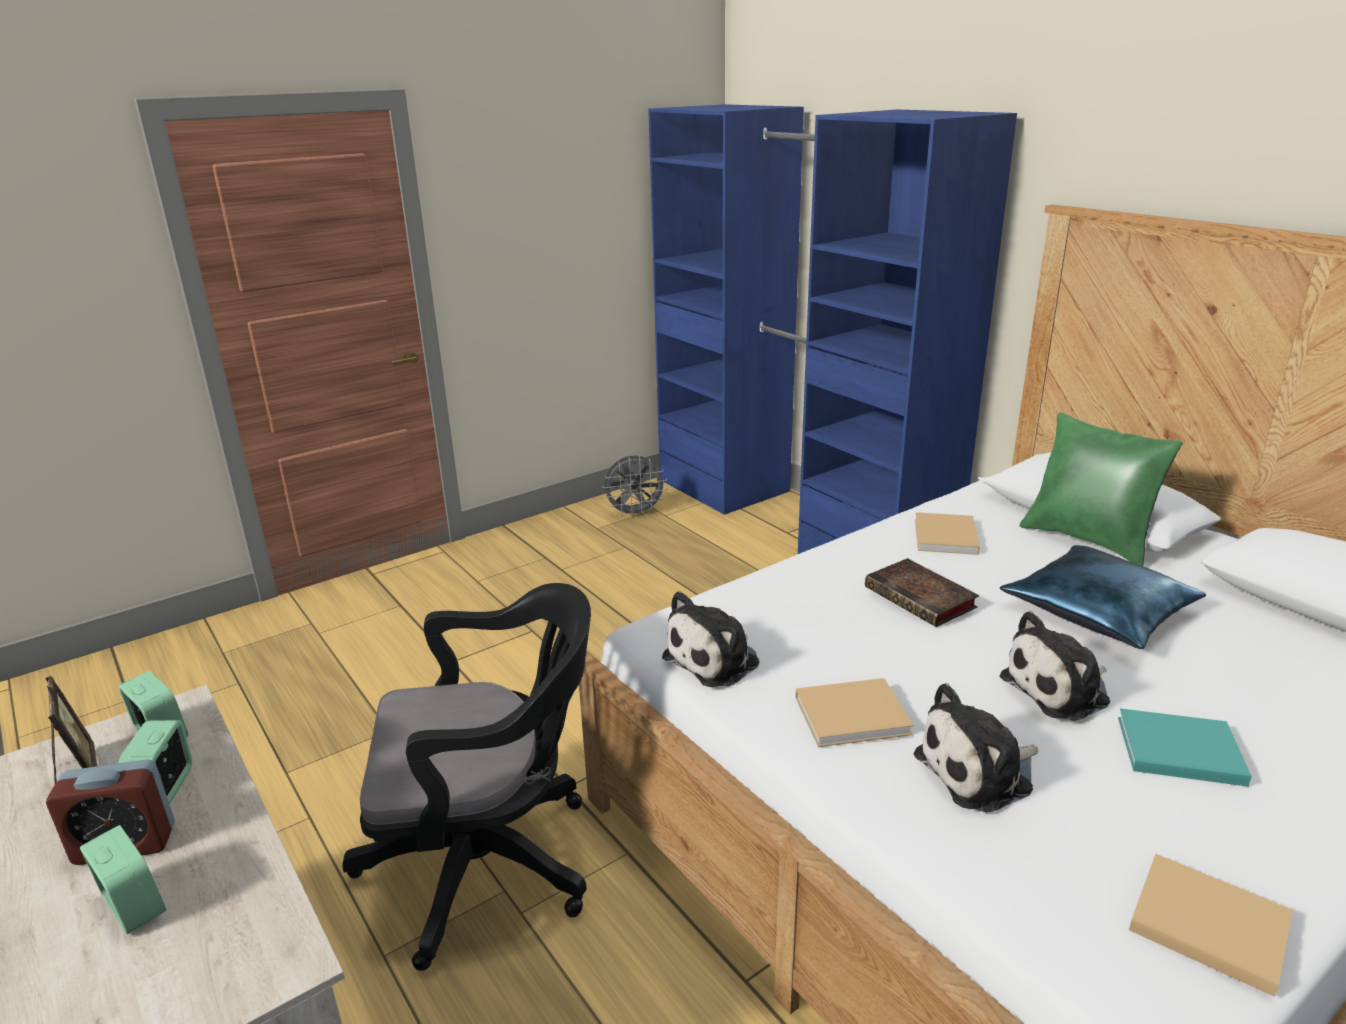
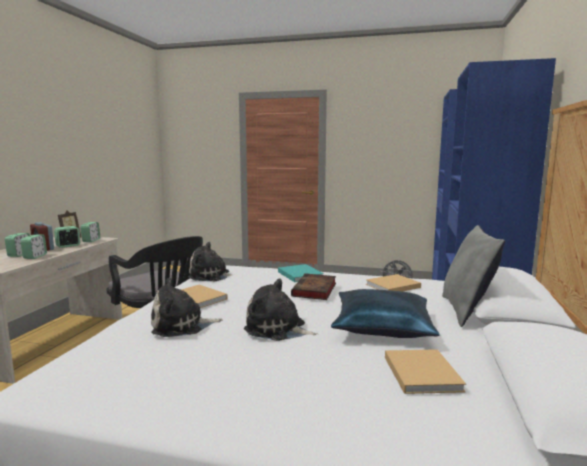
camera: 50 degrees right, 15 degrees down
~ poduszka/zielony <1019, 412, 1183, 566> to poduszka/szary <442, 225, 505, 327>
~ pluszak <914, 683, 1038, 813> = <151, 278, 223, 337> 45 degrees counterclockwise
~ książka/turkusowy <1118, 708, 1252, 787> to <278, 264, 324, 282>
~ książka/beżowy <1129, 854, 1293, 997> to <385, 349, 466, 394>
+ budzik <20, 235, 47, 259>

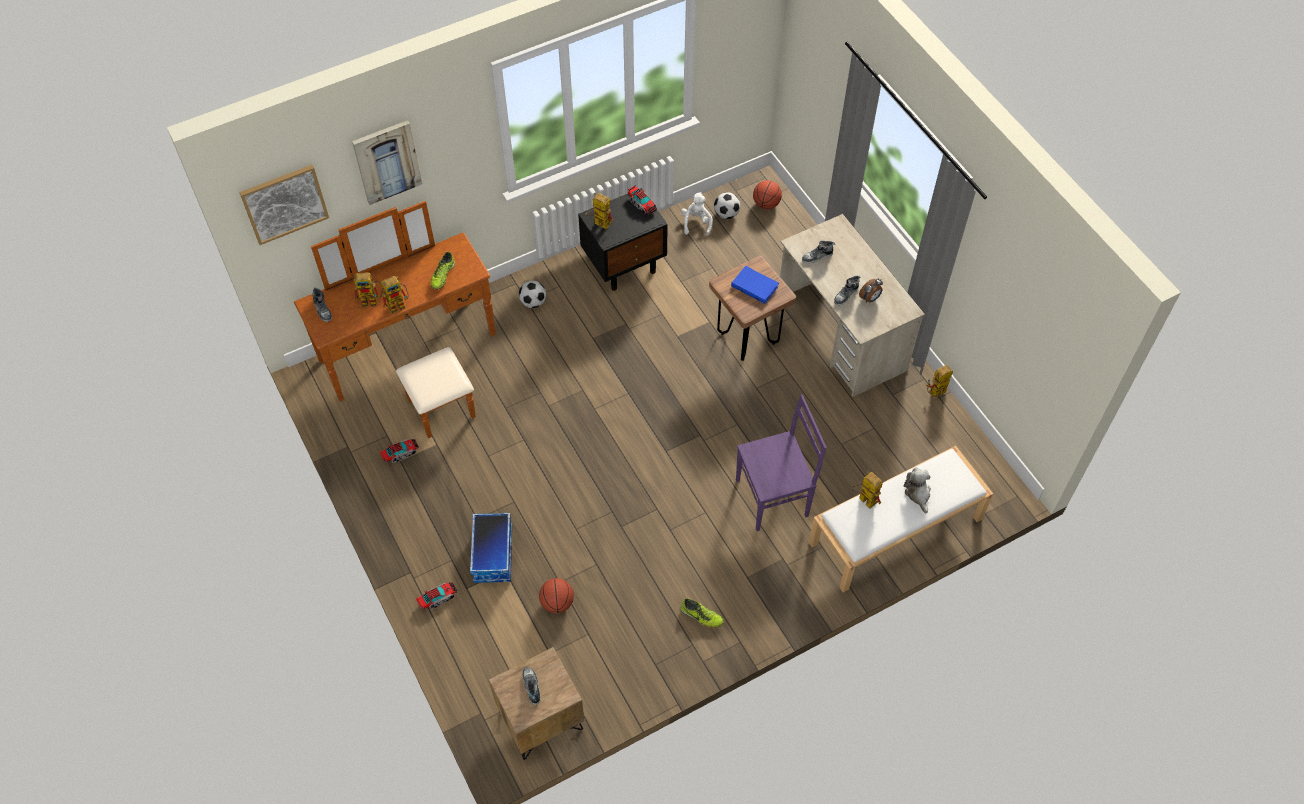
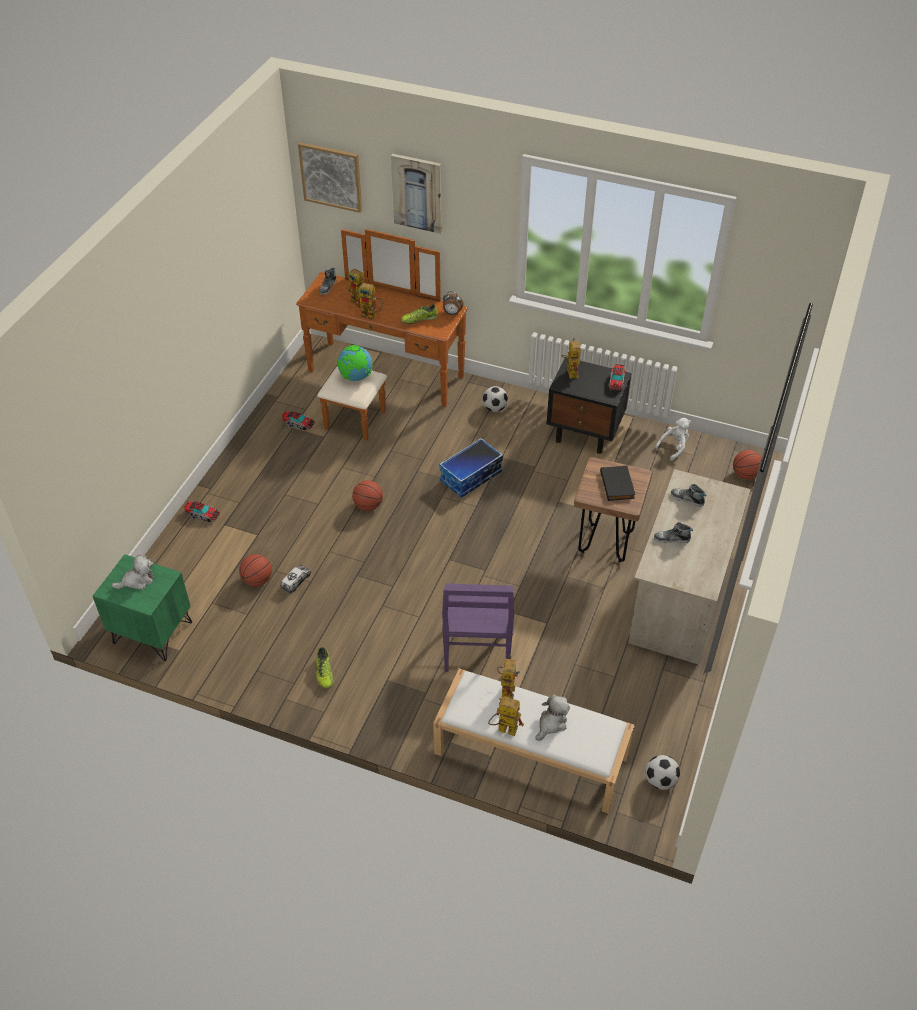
camera: 50 degrees right, 10 degrees down
~ piłka futbolowa <714, 192, 740, 219> to <646, 755, 680, 790>
~ książka/niebieski <731, 266, 779, 304> to książka/czarny <600, 466, 635, 501>
~ budzik <859, 279, 883, 302> to <443, 292, 464, 315>
~ robot zabawkowy <926, 365, 953, 398> to <488, 696, 524, 736>
~ krzesło/fioletowy <736, 395, 827, 531> = <442, 583, 514, 672> 60 degrees clockwise
~ pojemnik do przechowywania <470, 513, 512, 583> to <439, 438, 503, 498>
~ szafka nocna/brązowy <489, 647, 584, 760> to szafka nocna/zielony <93, 554, 192, 661>
~ but <523, 667, 540, 705> to pluszak <111, 554, 154, 590>
+ globus <337, 345, 373, 381>
+ piłka do koszykówki <352, 480, 383, 511>
+ ciężarówka zabawkowa <280, 565, 311, 594>

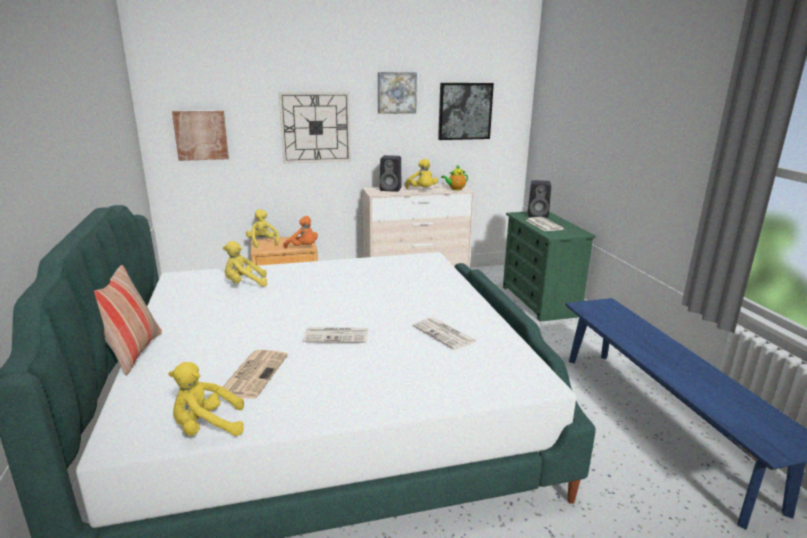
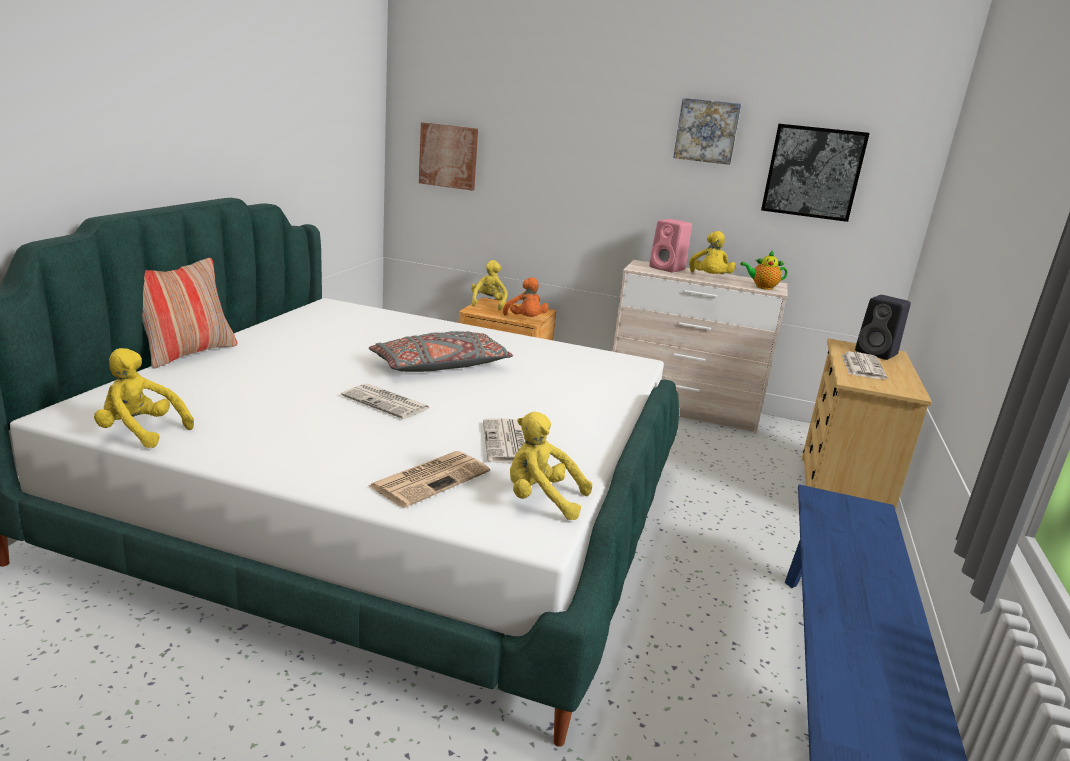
camera: 30 degrees right, 0 degrees up
- zegar ścienny <279, 92, 351, 163>
~ głośnik/czarny <380, 155, 402, 192> to głośnik/różowy <649, 219, 692, 273>
~ komoda/zielony <503, 211, 596, 322> to komoda/beżowy <802, 339, 932, 511>
~ pluszak/żółty <222, 241, 267, 287> to <510, 412, 592, 520>
~ gazeta <223, 350, 288, 398> to <368, 451, 490, 508>
+ poduszka/szary <369, 331, 513, 372>

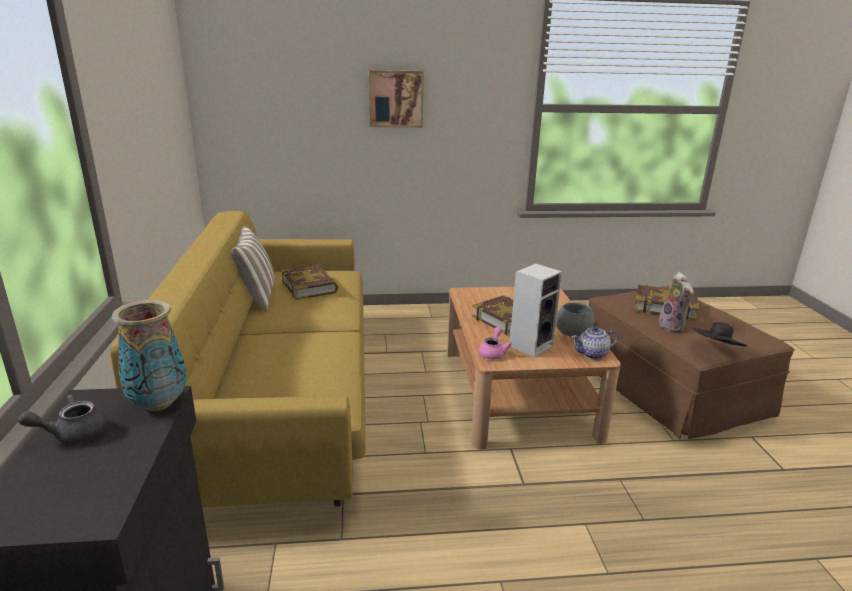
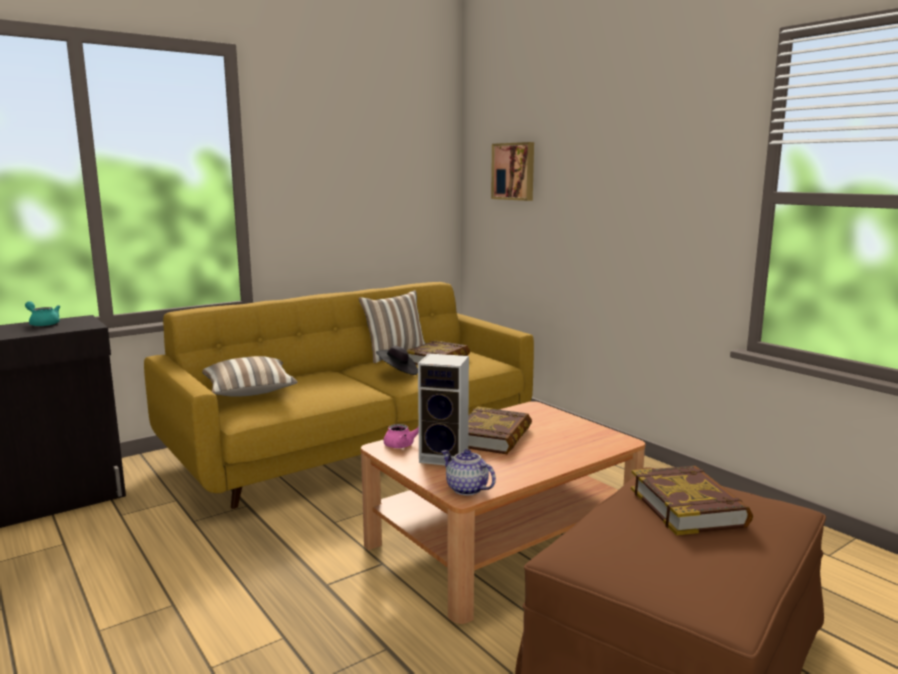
camera: 60 degrees right, 10 degrees down
~ obraz <369, 70, 424, 128> to <491, 142, 534, 201>
- pluszak <659, 272, 694, 332>
- wazon <112, 300, 187, 411>
- miska/szary <556, 302, 595, 337>
~ kapelusz/czarny <692, 322, 747, 347> to <376, 346, 418, 375>
~ imbryk/szary <18, 395, 107, 444> to imbryk/turkusowy <25, 301, 60, 327>
+ poduszka <202, 356, 298, 397>

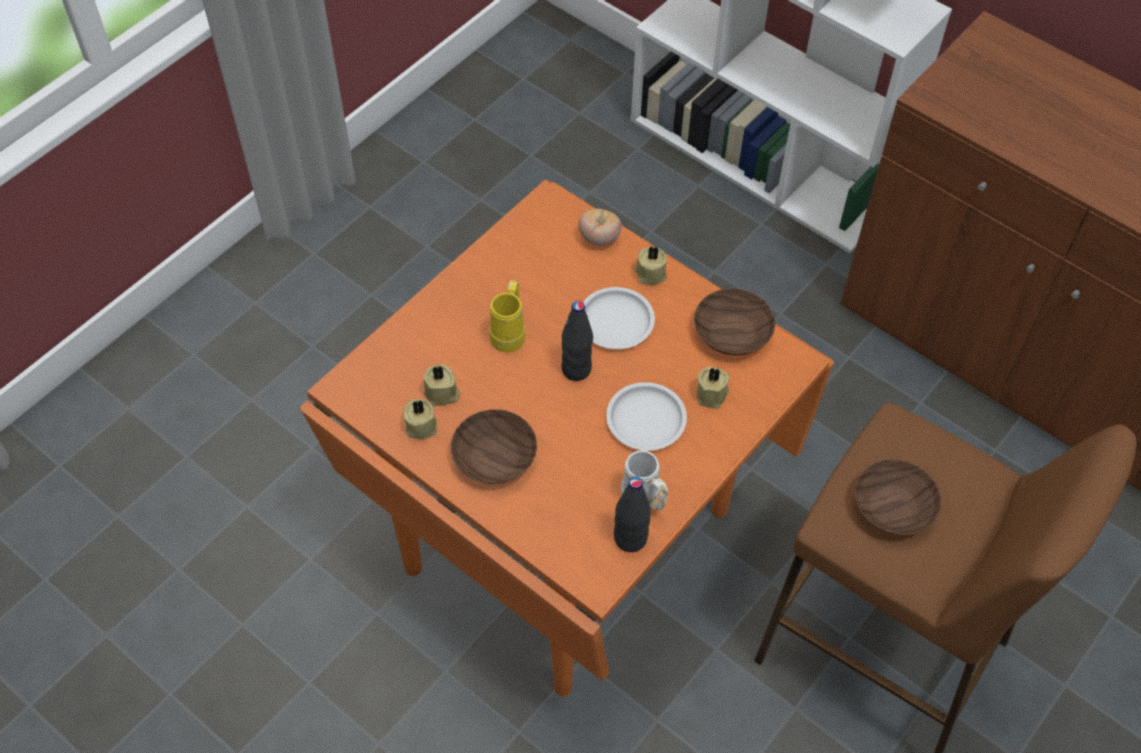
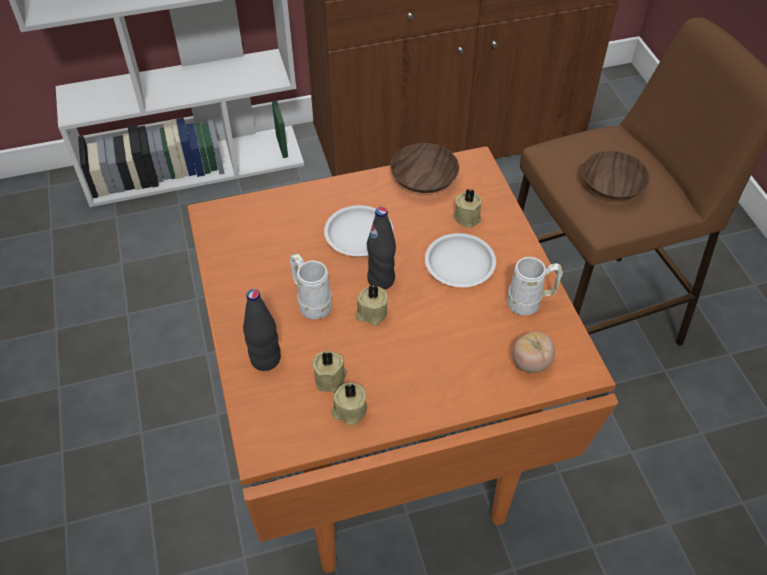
camera: 55 degrees left, 5 degrees down
~ pomidor <578, 209, 622, 246> to <512, 332, 555, 373>
~ świeca/beżowy <634, 246, 667, 285> to <355, 285, 388, 325>
~ kubek/żółty <489, 280, 525, 352> to kubek/biały <290, 254, 332, 319>
- miska/brązowy <451, 409, 537, 484>
~ butelka/czarny <614, 476, 651, 552> to <243, 289, 281, 371>

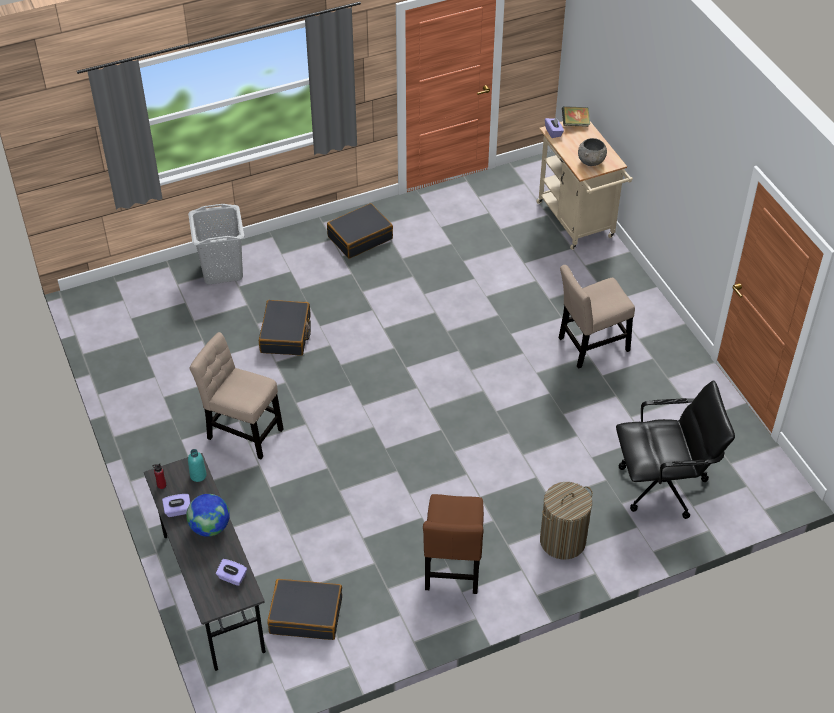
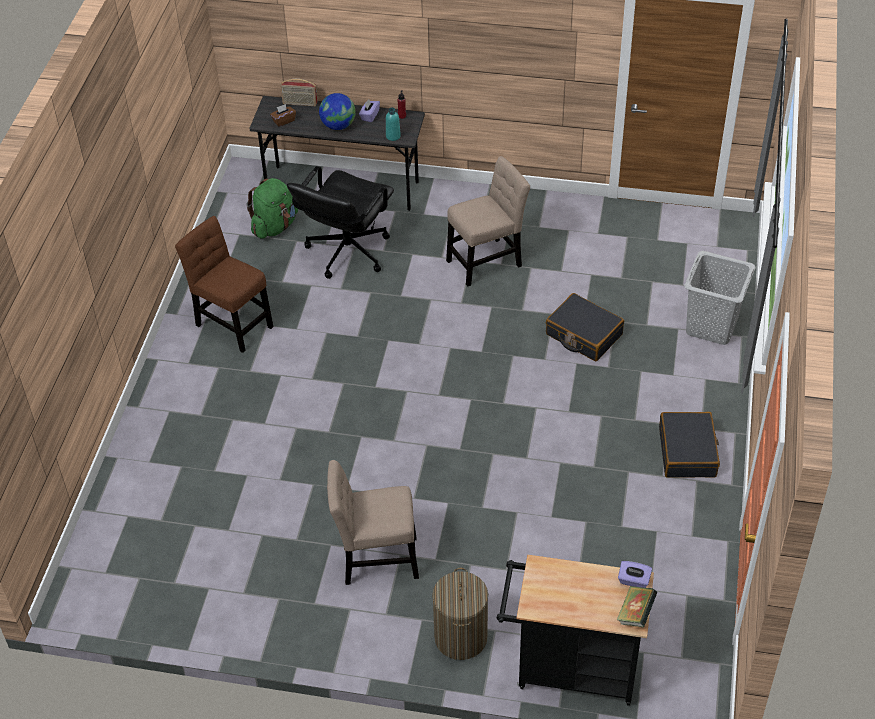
camera: 125 degrees right, 0 degrees up
~ wózek/beżowy <536, 121, 633, 250> to wózek/czarny <497, 555, 654, 706>
- miska/szary <578, 138, 607, 166>
~ krzesło/beżowy <559, 265, 635, 369> = <327, 460, 419, 585> 105 degrees counterclockwise
~ krzesło biurowe/czarny <616, 380, 735, 519> to <287, 166, 394, 279>
~ kosz na pranie <540, 482, 593, 560> to <432, 568, 488, 660>
~ pudełko chusteczek/fioletowy <216, 559, 247, 586> to pudełko chusteczek/brązowy <270, 104, 296, 127>
~ walizka/czarny <267, 579, 342, 640> to plecak/zielony <247, 178, 298, 239>
+ radio <281, 79, 318, 106>

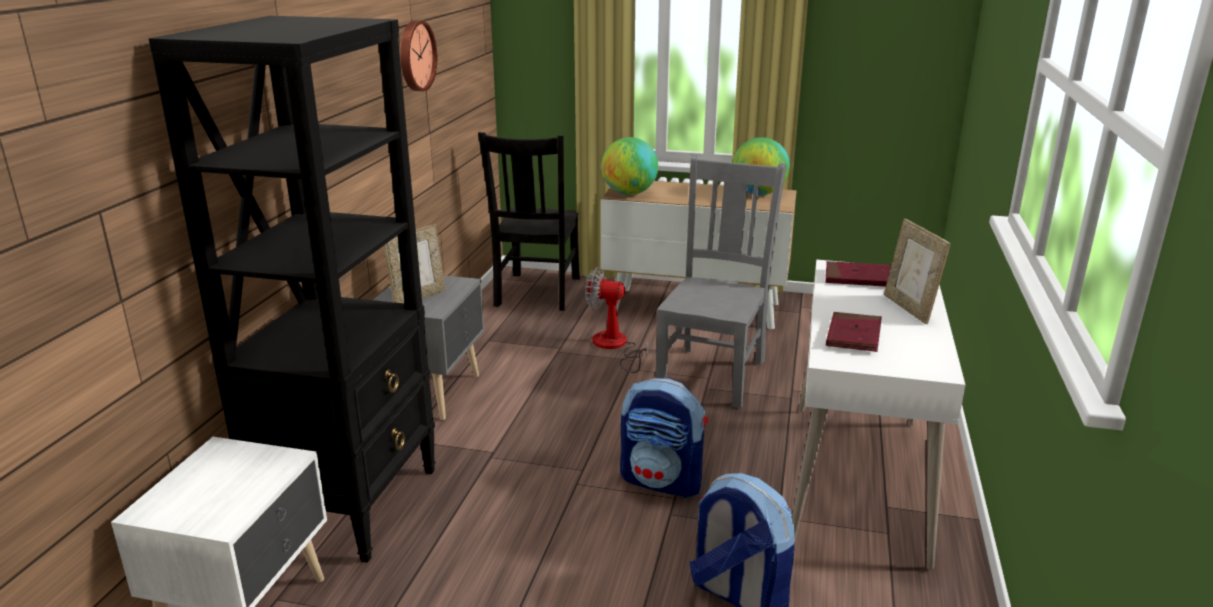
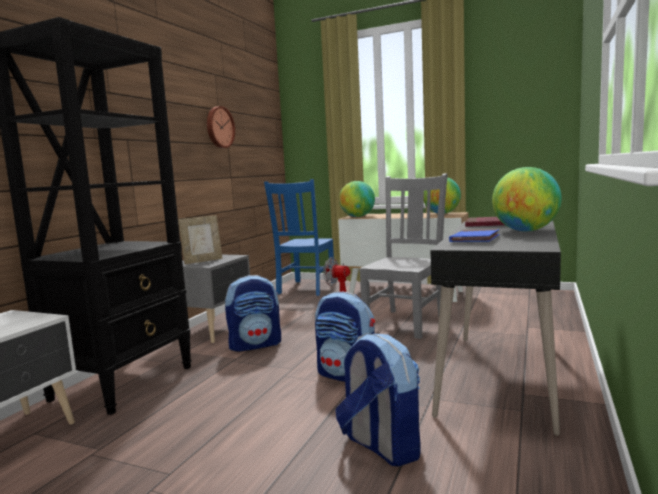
camera: 10 degrees right, 15 degrees down
~ krzesło/czarny <478, 132, 580, 311> to krzesło/niebieski <264, 179, 335, 296>
~ ramka na zdjęcie <884, 219, 951, 324> to globus <492, 167, 562, 231>
~ biurko/biały <792, 260, 965, 570> to biurko/czarny <430, 221, 561, 436>
~ książka/czerwony <826, 312, 882, 352> to książka/niebieski <449, 229, 500, 242>
+ plecak <225, 275, 281, 352>

